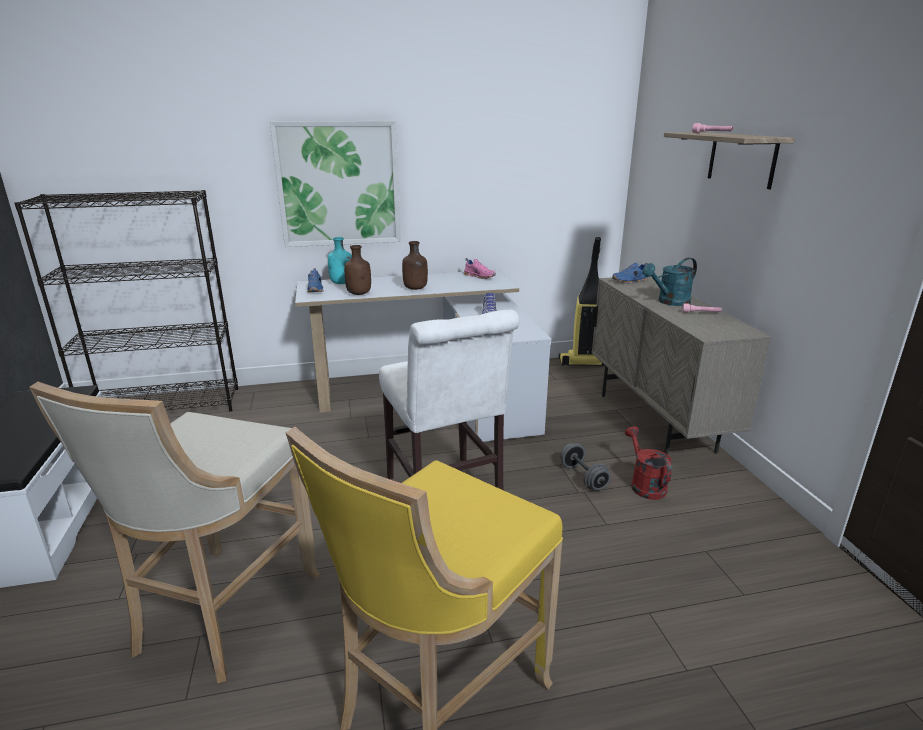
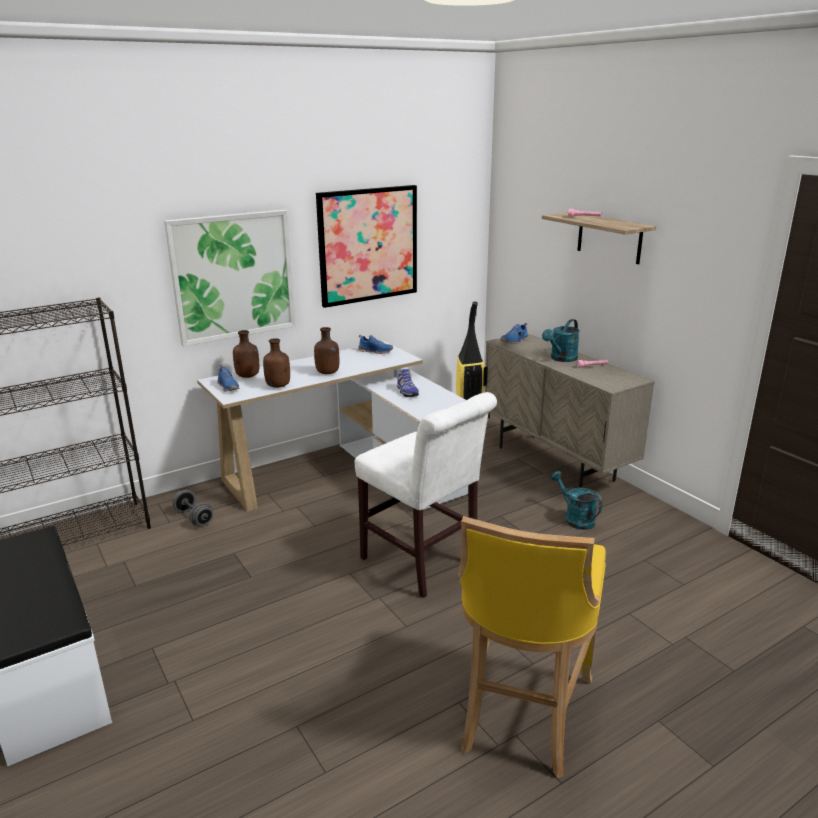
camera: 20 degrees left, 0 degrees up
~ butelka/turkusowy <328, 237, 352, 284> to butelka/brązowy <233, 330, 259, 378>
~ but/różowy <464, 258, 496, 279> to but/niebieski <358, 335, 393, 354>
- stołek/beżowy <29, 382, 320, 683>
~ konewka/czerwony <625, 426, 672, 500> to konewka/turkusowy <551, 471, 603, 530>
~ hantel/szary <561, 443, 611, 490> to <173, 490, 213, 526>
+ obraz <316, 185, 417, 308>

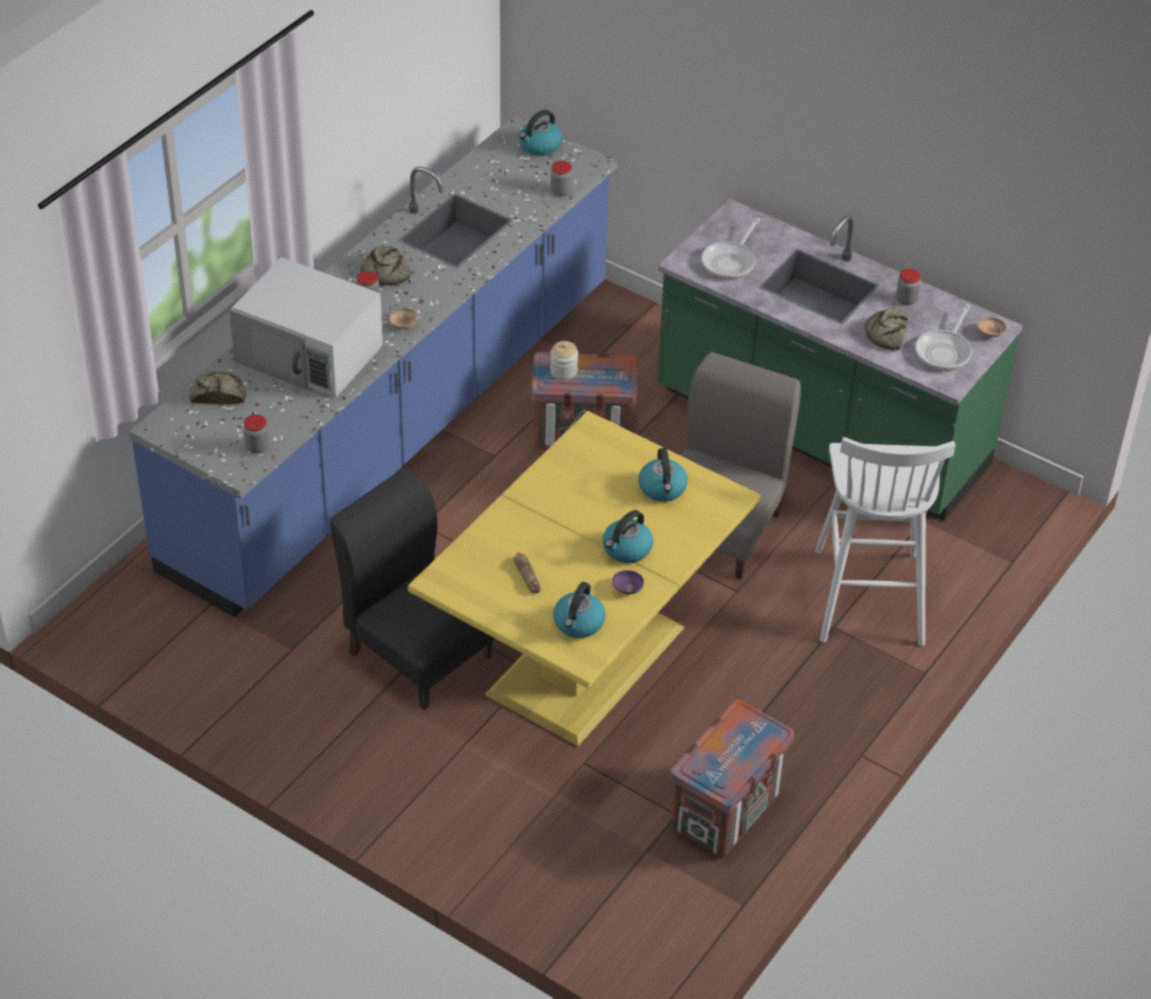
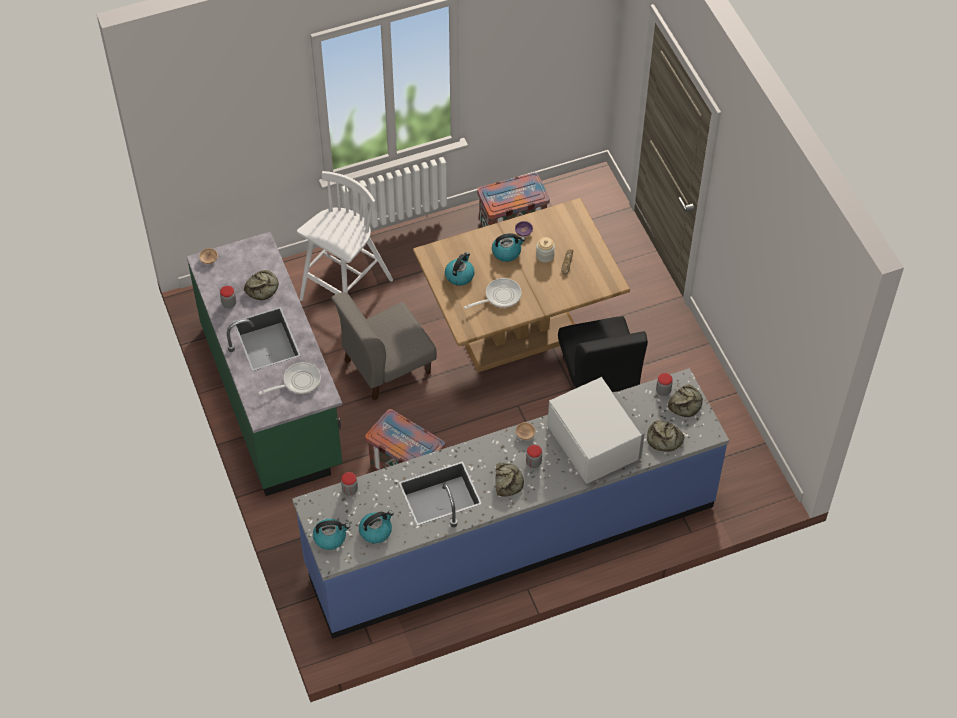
camera: 145 degrees left, 10 degrees up
~ patelnia <915, 304, 972, 370> to <464, 278, 521, 309>
~ słoik <550, 341, 578, 380> to <536, 237, 555, 263>
~ stół jadalny/żółty <408, 411, 761, 746> to stół jadalny/brązowy <413, 198, 630, 373>
~ czajnik <553, 582, 605, 638> to <359, 510, 394, 543>
+ chleb <668, 385, 703, 417>

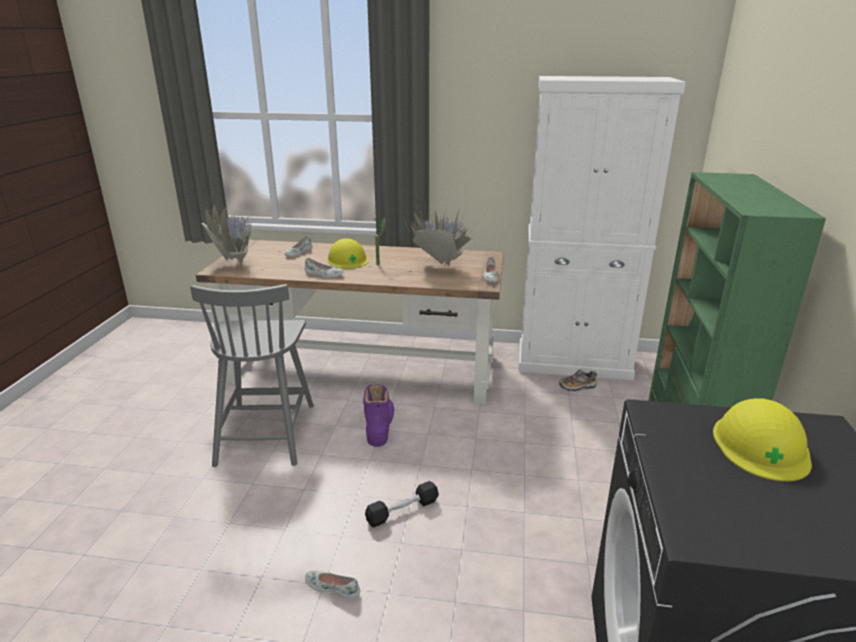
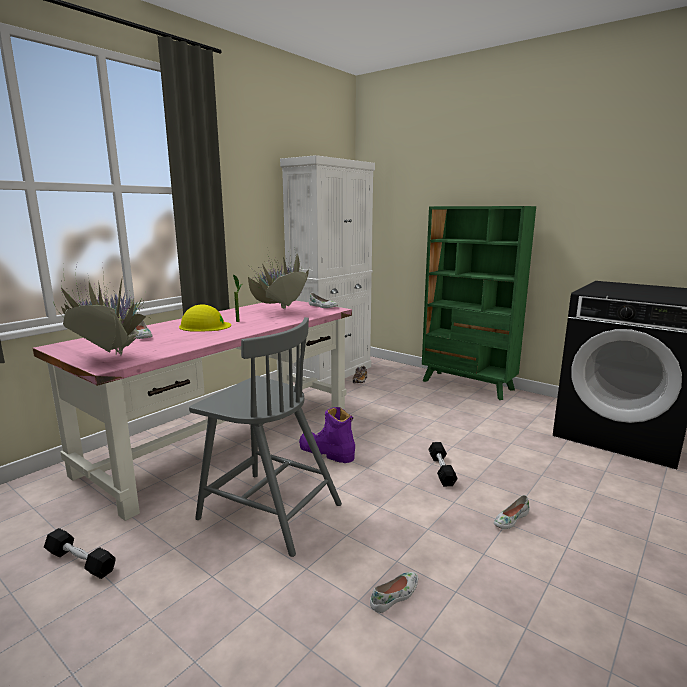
camera: 60 degrees left, 10 degrees down
~ biurko/brązowy <196, 240, 504, 404> to biurko/różowy <33, 300, 352, 521>
~ but/biały <305, 258, 344, 278> to <370, 572, 418, 613>
- kask/żółty <713, 398, 812, 481>
+ hantel/czarny <44, 528, 116, 579>

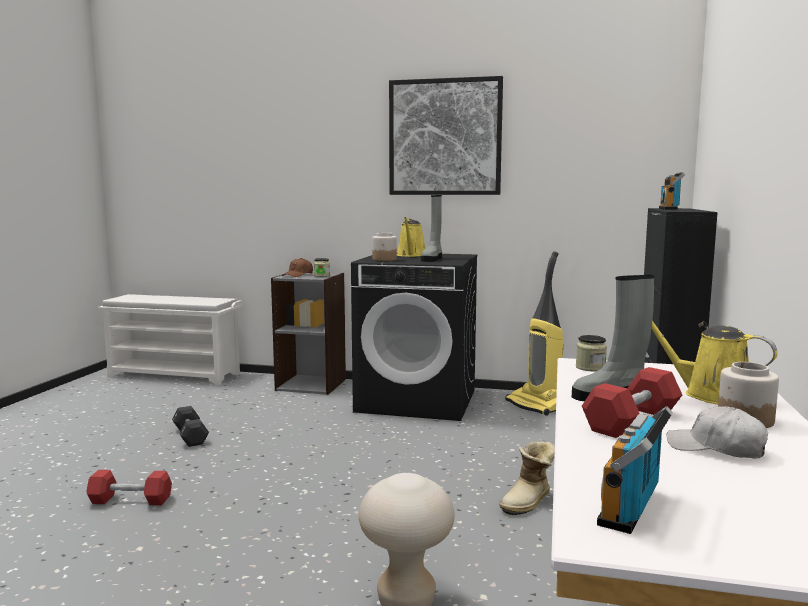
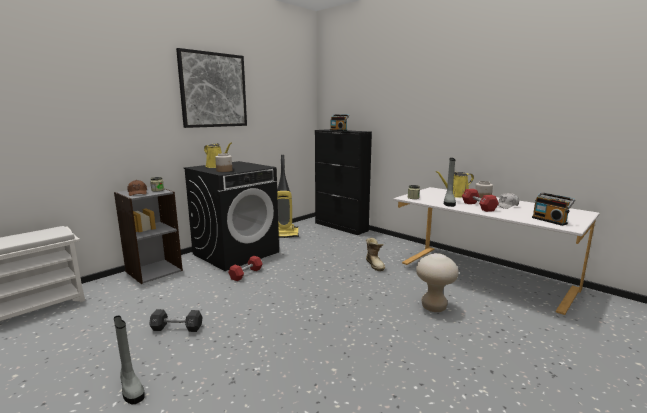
camera: 60 degrees left, 5 degrees up
~ but z cholewką/szary <421, 195, 442, 262> to <114, 316, 145, 404>
~ hantel/czerwony <86, 470, 172, 505> to <228, 256, 263, 281>

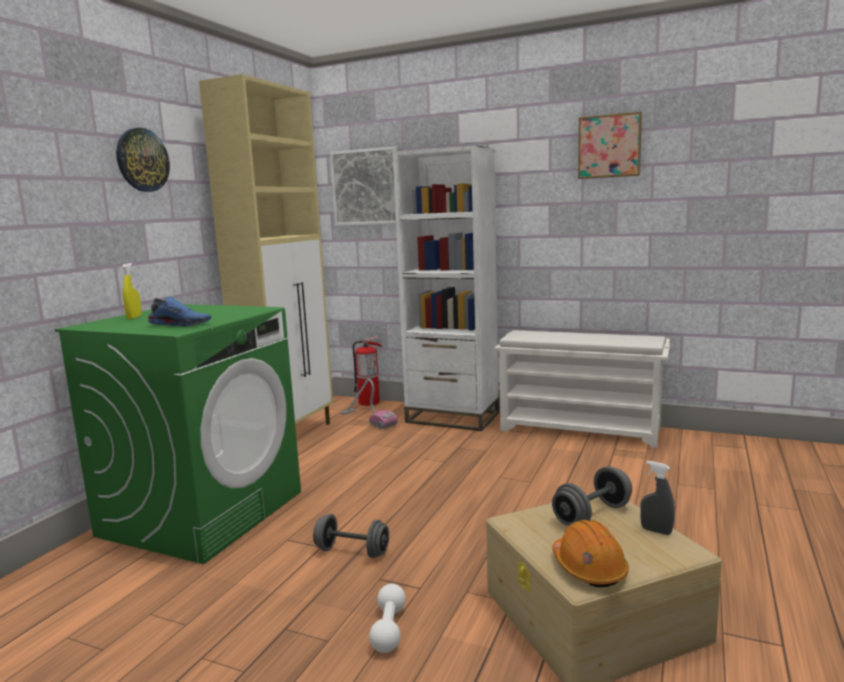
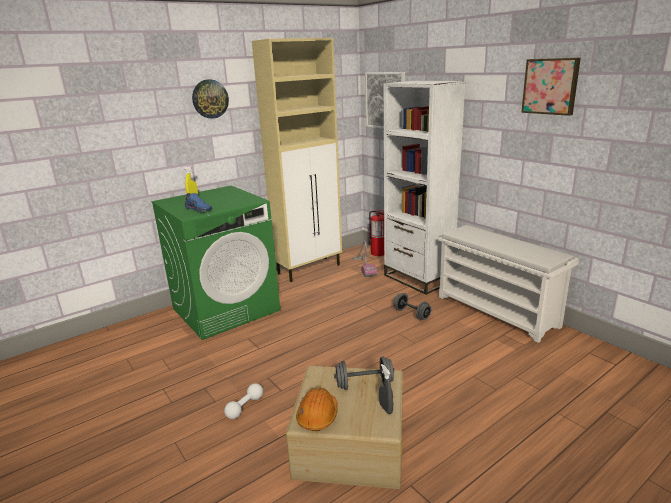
camera: 30 degrees right, 10 degrees up
~ hantel/szary <313, 514, 389, 558> to <393, 293, 431, 320>

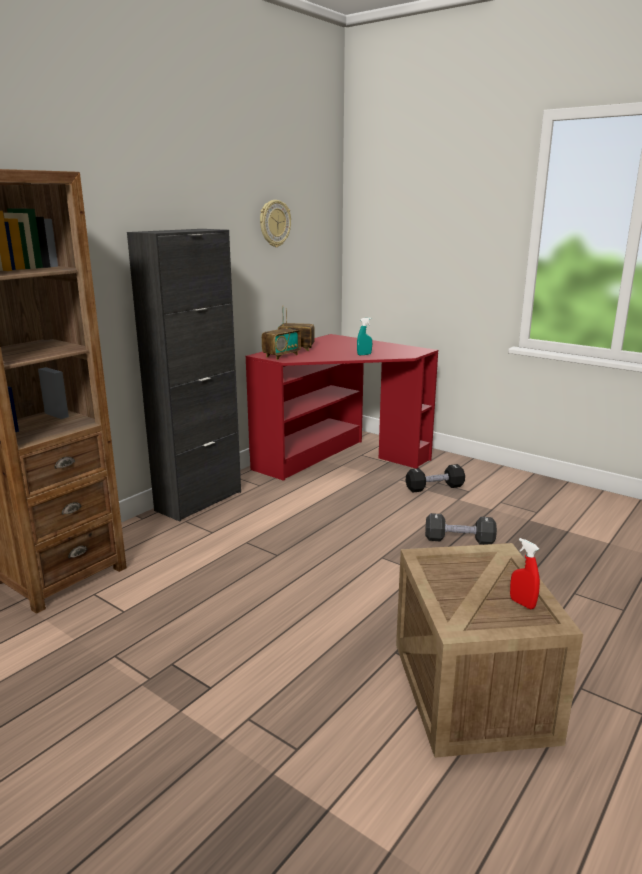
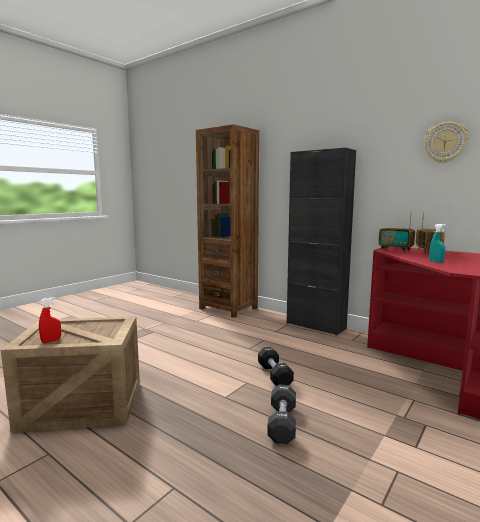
camera: 90 degrees right, 10 degrees down
~ hantel/czarny <406, 464, 465, 492> to <258, 347, 294, 386>

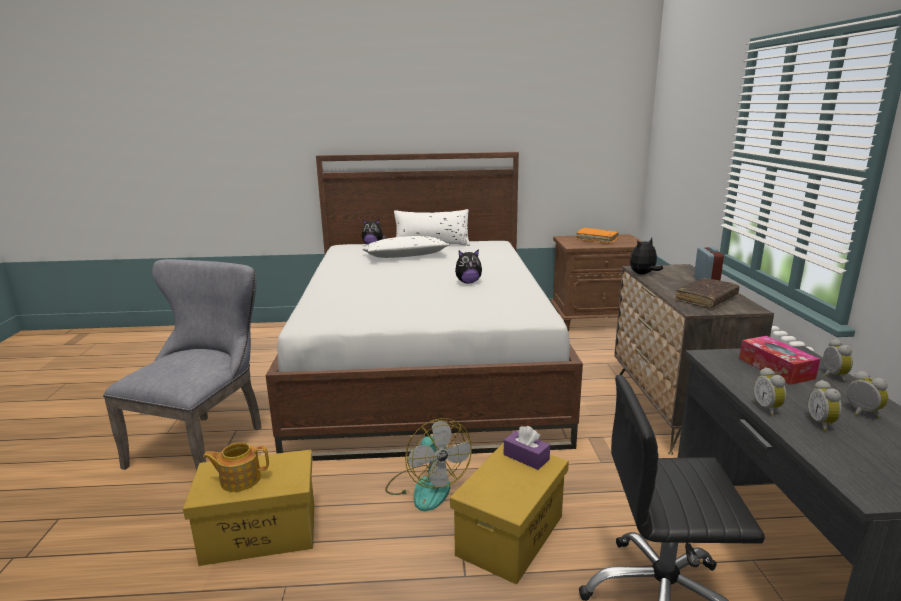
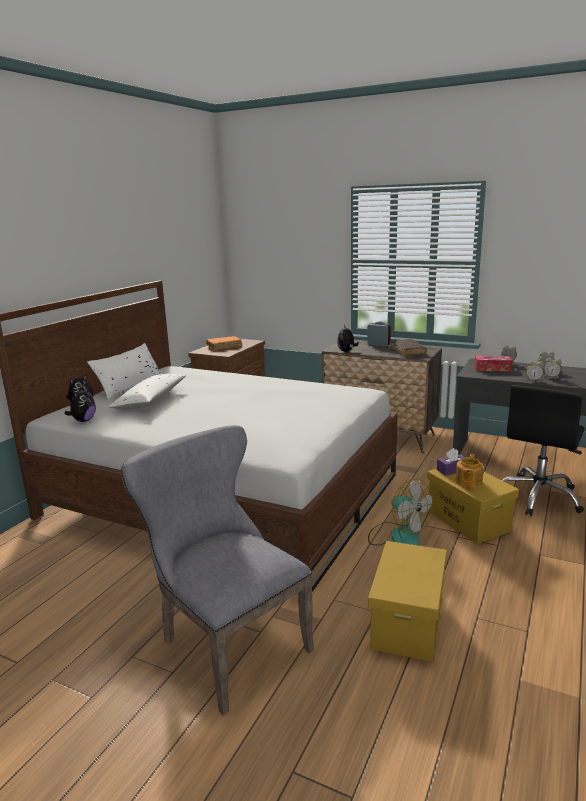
camera: 60 degrees left, 0 degrees up
~ pluszak <455, 249, 482, 283> to <65, 387, 96, 422>
~ wentylator <385, 418, 472, 511> = <368, 479, 435, 546> 45 degrees clockwise
~ imbryk <203, 442, 269, 492> to <456, 454, 484, 488>

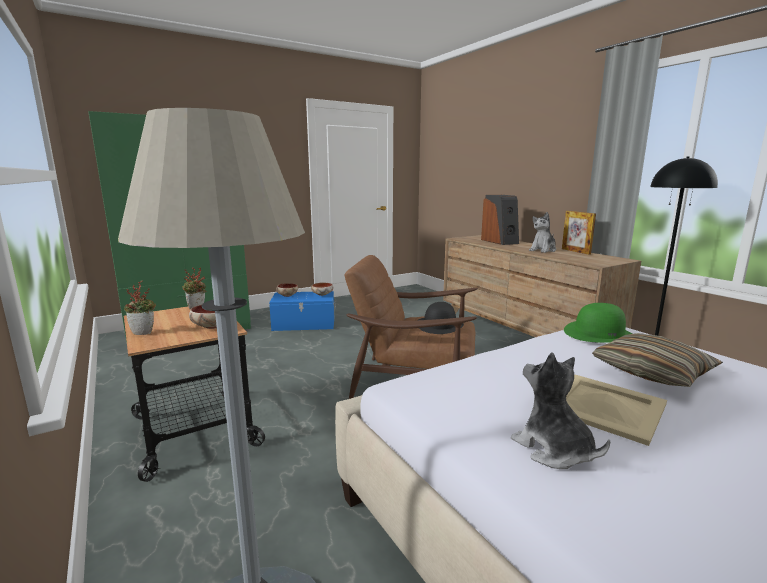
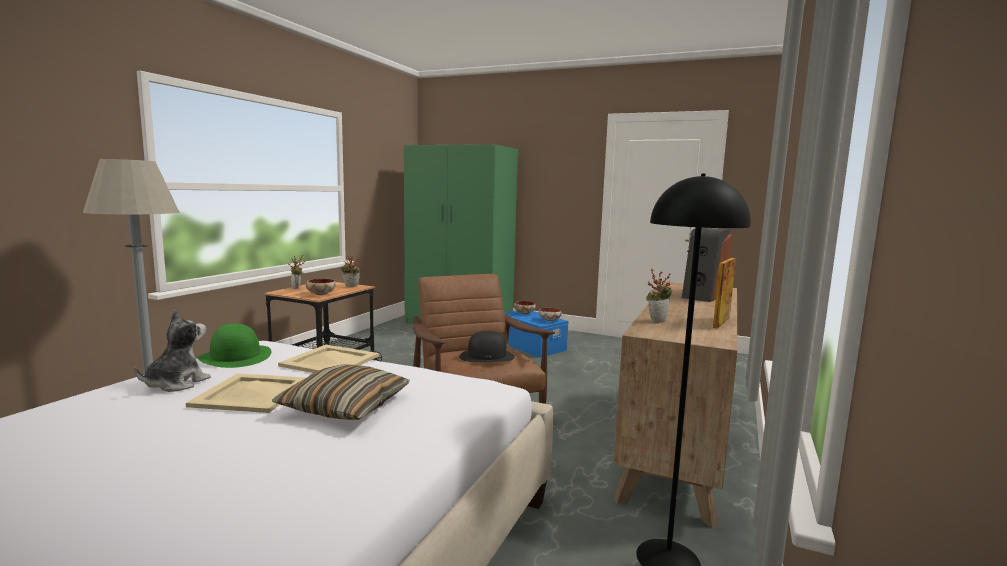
camera: 55 degrees right, 5 degrees down
- pluszak <529, 212, 556, 253>
~ kapelusz/zielony <564, 303, 632, 343> to <198, 324, 272, 368>
+ roślina doniczkowa <646, 269, 672, 323>
+ taca/beżowy <278, 345, 379, 373>

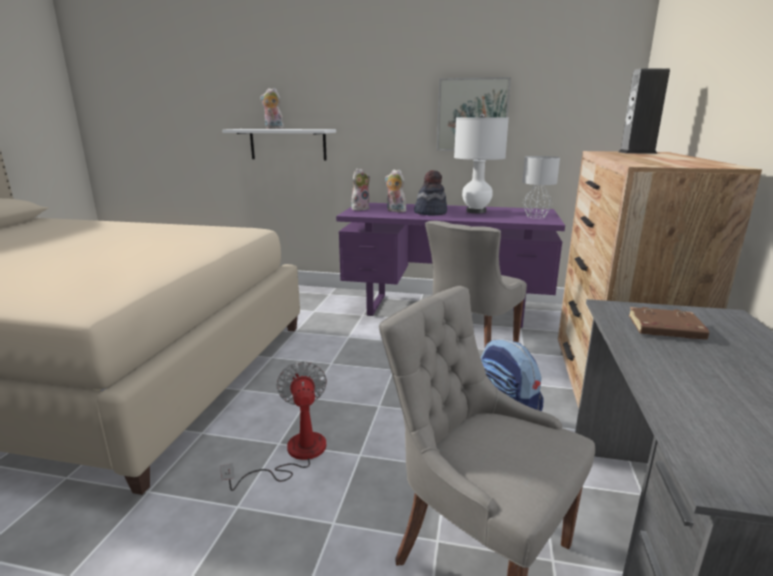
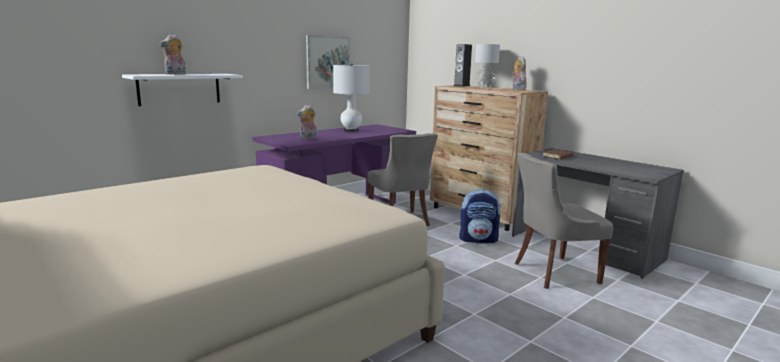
camera: 55 degrees left, 5 degrees down
~ lampa stołowa/szary <522, 156, 560, 219> to <475, 44, 500, 88>
~ pluszak <351, 168, 370, 211> to <512, 56, 526, 90>
- kapelusz <414, 170, 447, 215>
- wentylator <220, 361, 327, 491>

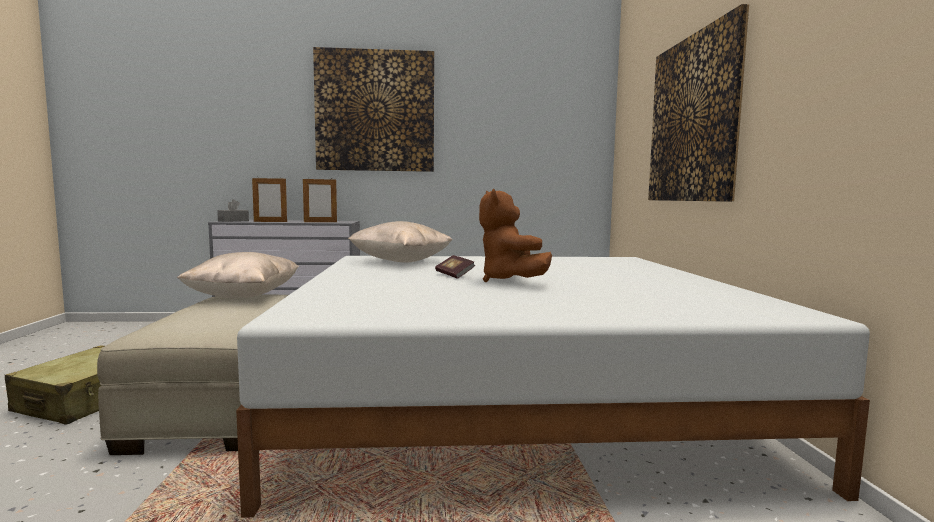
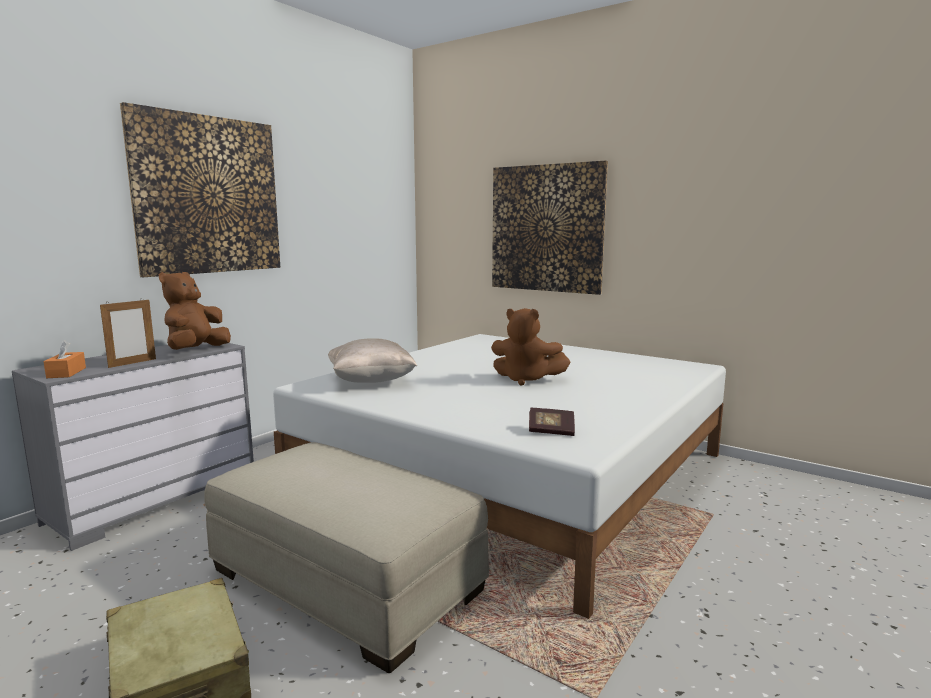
camera: 50 degrees left, 5 degrees up
~ ramka na zdjęcie <303, 177, 337, 222> to pluszak/brązowy <159, 272, 231, 350>
~ pudełko chusteczek/szary <217, 199, 249, 222> to pudełko chusteczek/pomarańczowy <44, 340, 86, 378>
- poduszka/beżowy <177, 252, 299, 298>
~ książka <435, 255, 476, 278> to <529, 408, 575, 436>

